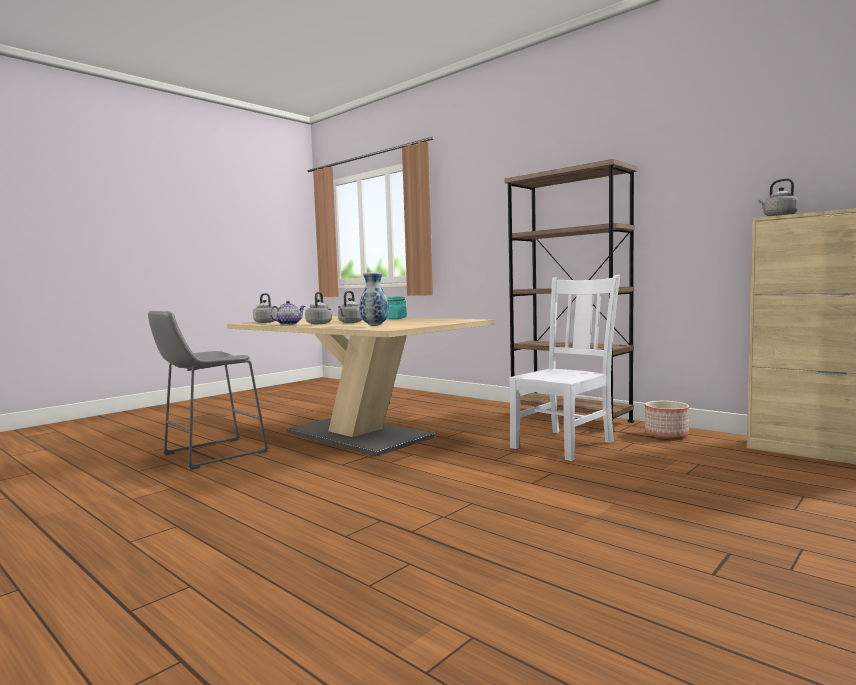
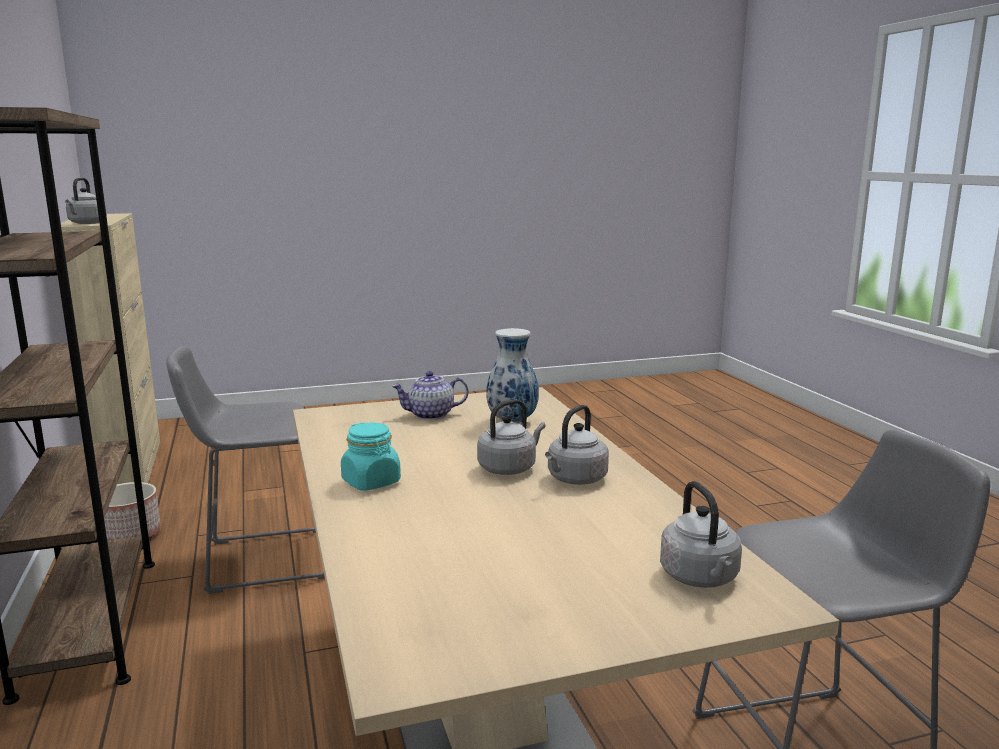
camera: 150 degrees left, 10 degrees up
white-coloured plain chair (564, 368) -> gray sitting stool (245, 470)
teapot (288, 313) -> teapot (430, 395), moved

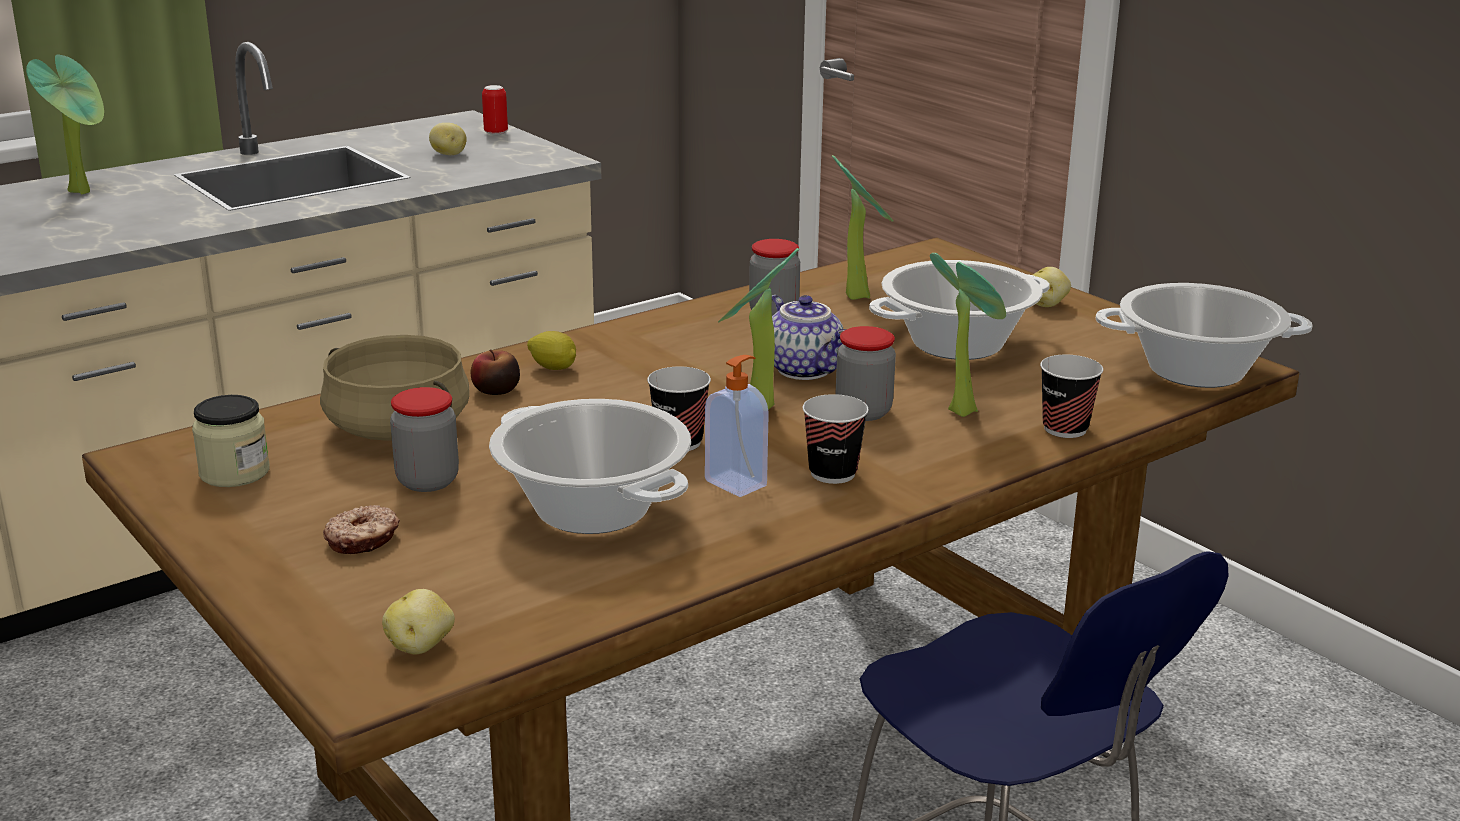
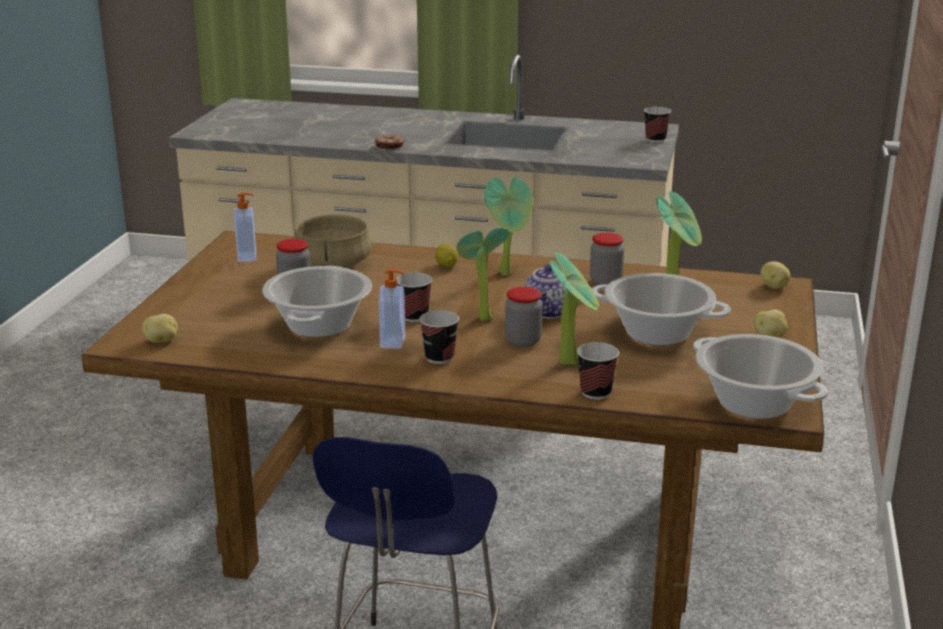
camera: 50 degrees right, 0 degrees up
jar (231, 441) -> soap bottle (245, 227)
ring doughnut (361, 529) -> ring doughnut (390, 142), moved
houseplant (65, 124) -> houseplant (508, 226), moved
can (495, 110) -> drinking cup (657, 125)
spud (448, 139) -> spud (775, 275), moved
apple fruit (495, 372) -> none

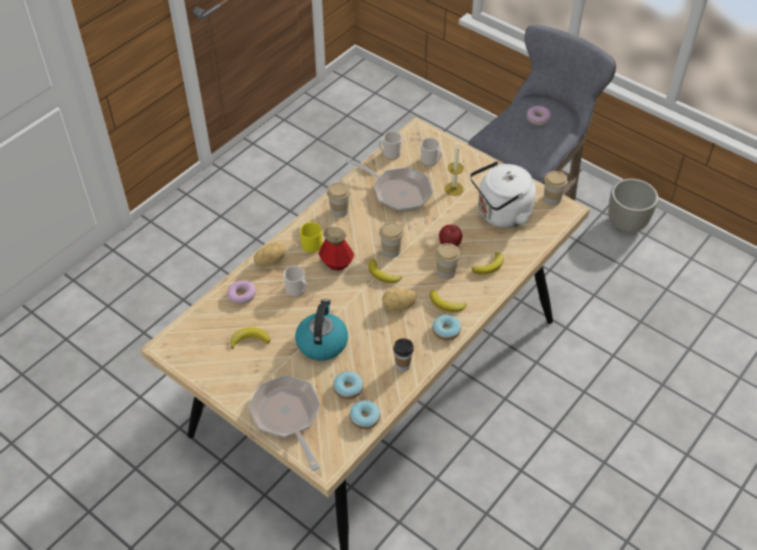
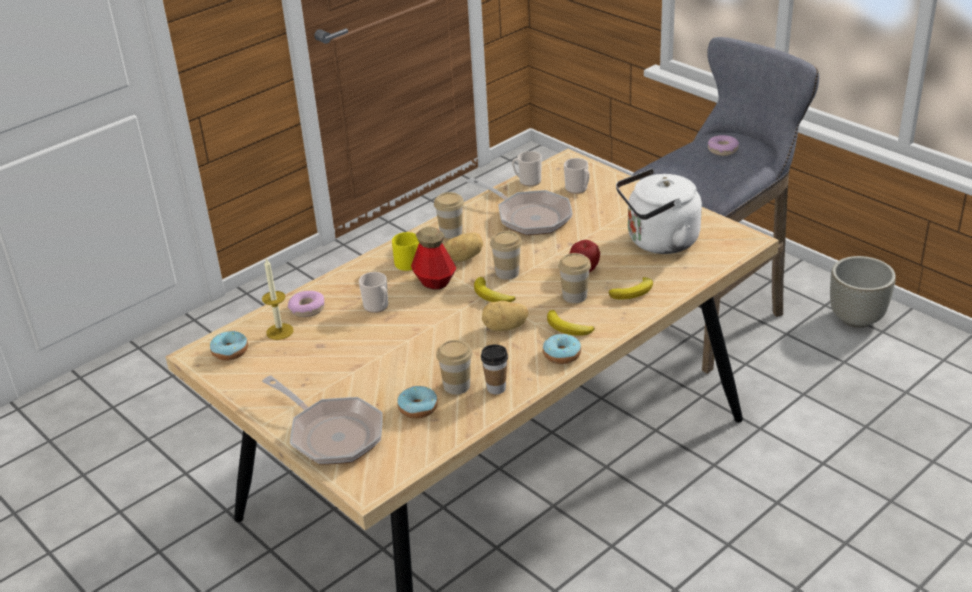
camera: 10 degrees right, 15 degrees down
ring doughnut (365, 414) -> ring doughnut (229, 346), moved
wax candle (454, 170) -> wax candle (278, 299), moved
skillet (284, 423) -> skillet (322, 420), 150 degrees clockwise
drinking cup (556, 188) -> drinking cup (454, 367), moved
spud (270, 254) -> spud (463, 247), moved
whole banana (250, 338) -> none
tea kettle (321, 330) -> none

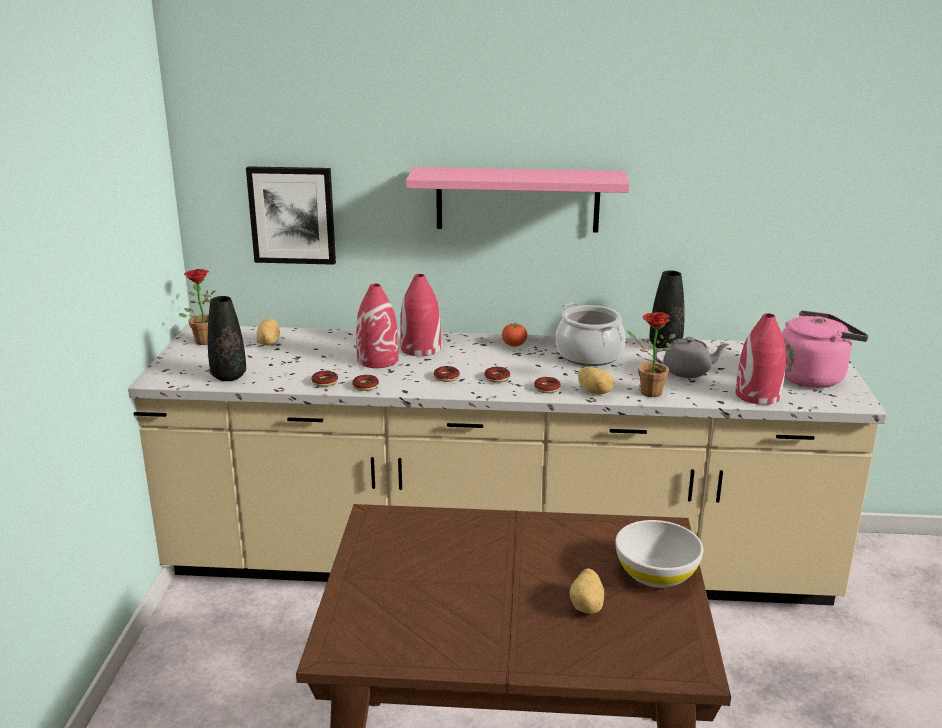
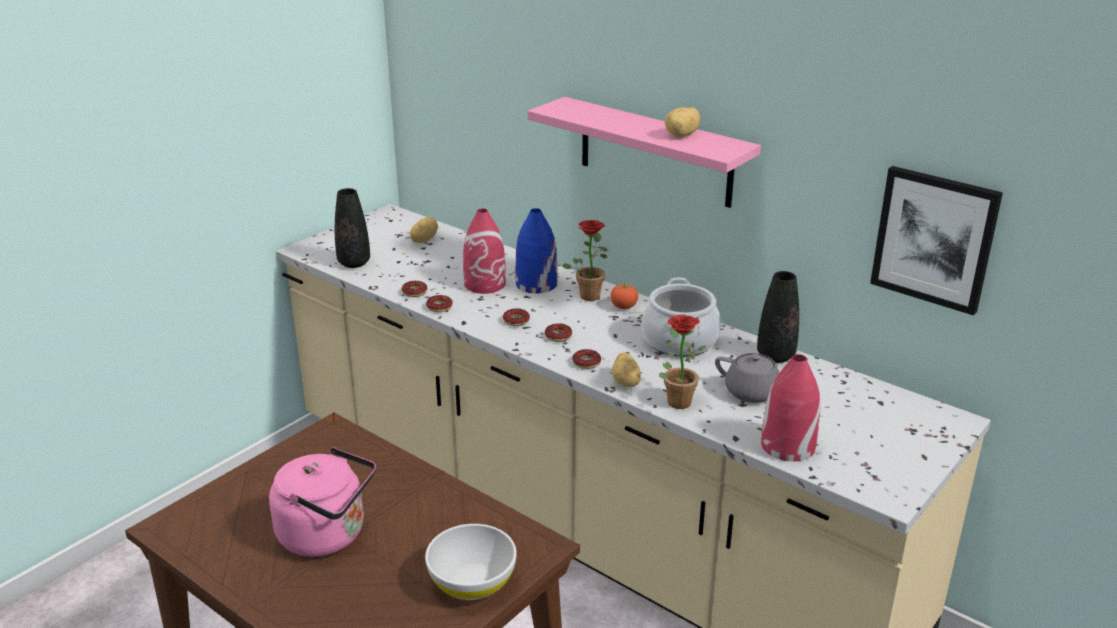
camera: 35 degrees right, 5 degrees up
pink-coloured tea kettle (825, 349) -> pink-coloured tea kettle (322, 502), moved
red-coloured vase (420, 315) -> blue-coloured vase (536, 250)
houseplant (197, 307) -> houseplant (585, 260), moved
spud (586, 591) -> spud (682, 122), moved
wall art (291, 215) -> wall art (936, 241), moved

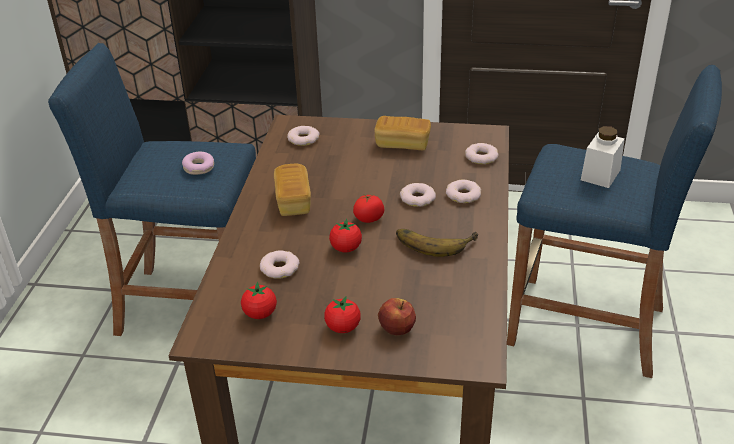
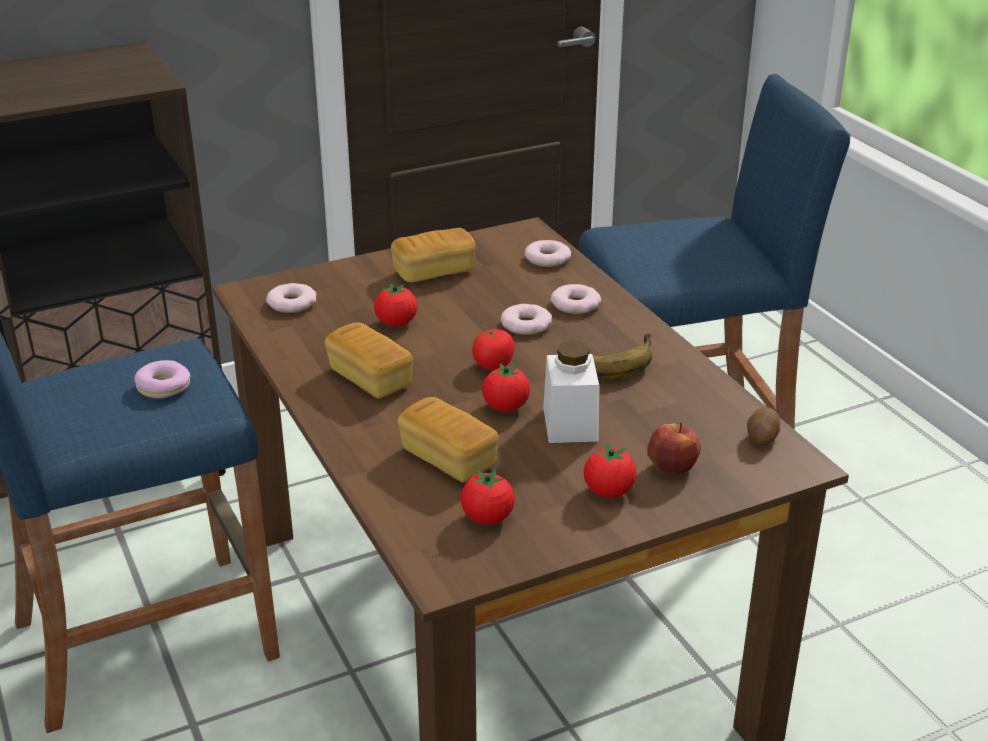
camera: 35 degrees left, 5 degrees down
none -> whole tomato (395, 304)
ring doughnut (280, 264) -> bread (447, 439)
white-coloured jar (603, 157) -> white-coloured jar (571, 392), moved
none -> spud (763, 426)

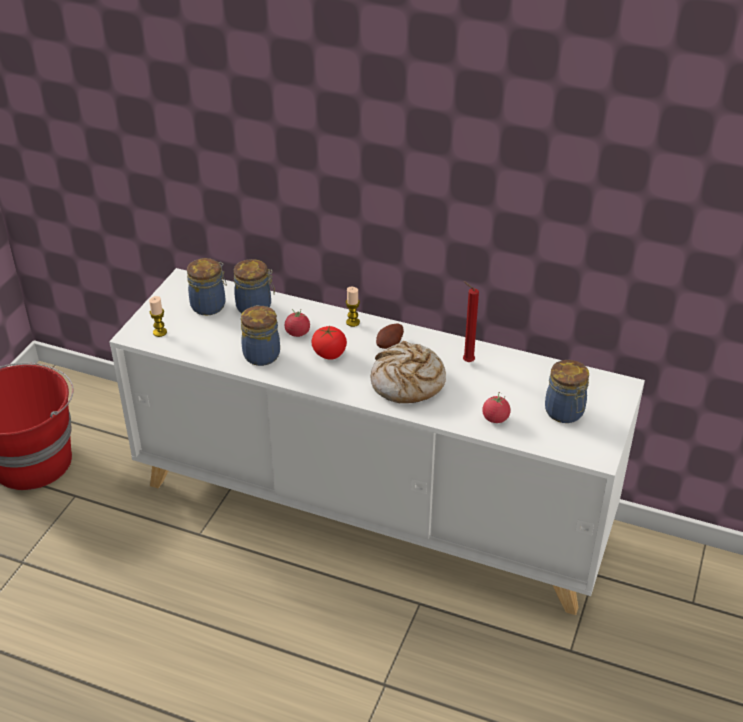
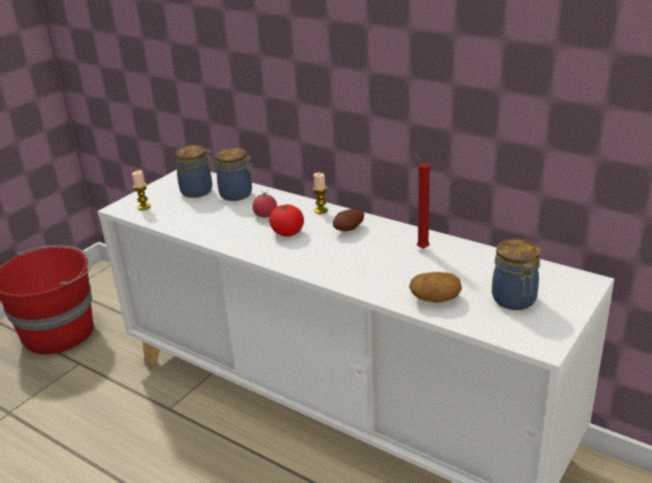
camera: 15 degrees right, 10 degrees down
whole tomato (496, 407) -> spud (435, 287)
jar (260, 335) -> none
bread (408, 372) -> none

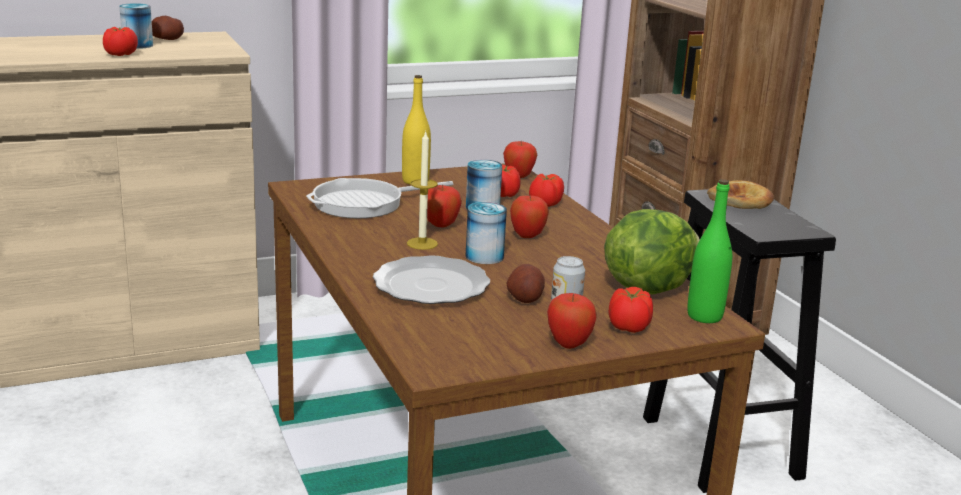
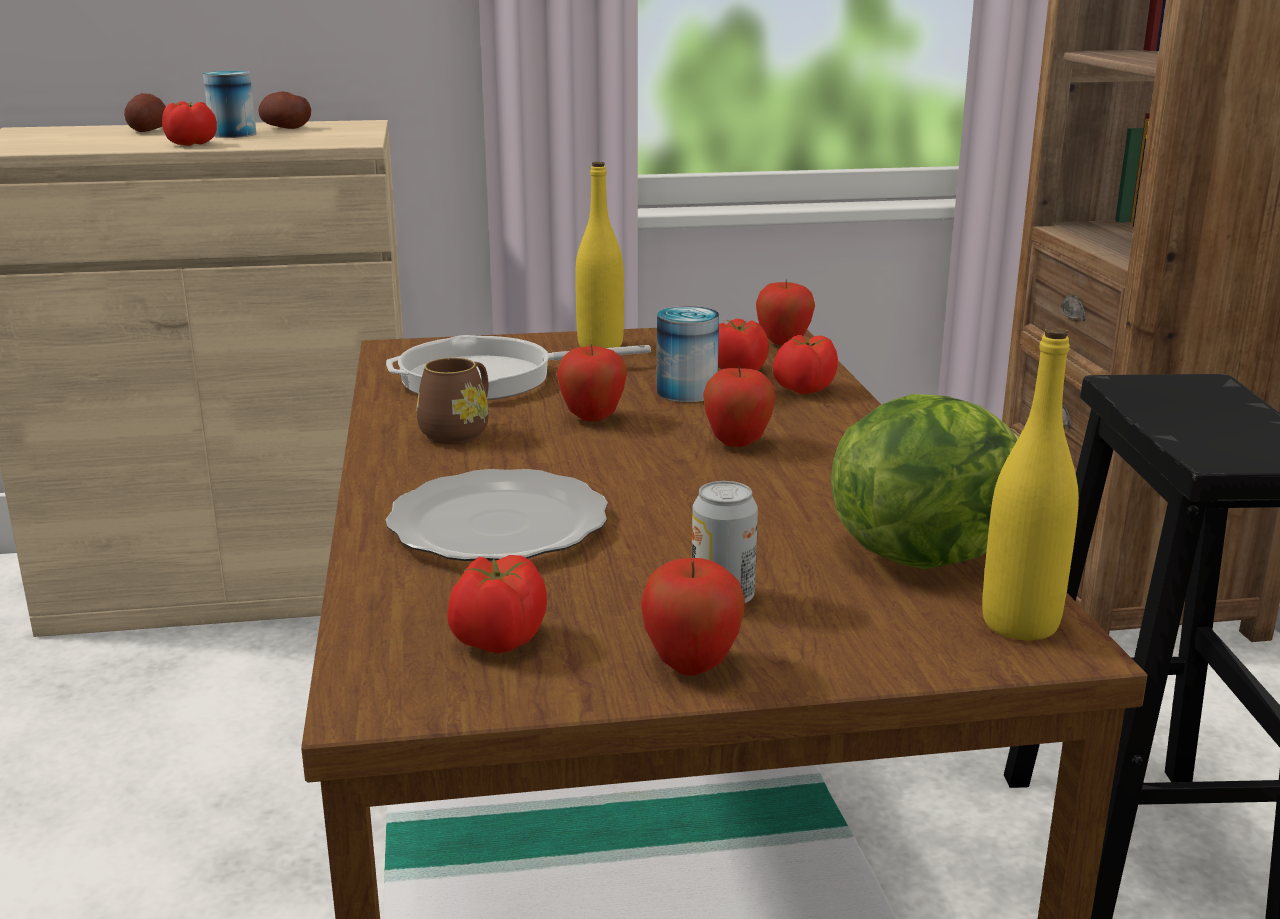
camera: 15 degrees right, 0 degrees up
spud (526, 283) -> spud (145, 112), moved
none -> brown mug (452, 401)
whole tomato (631, 310) -> whole tomato (497, 604), moved
greenish drink bottle (709, 251) -> yellow-coloured drink bottle (1030, 483)
wax candle (422, 190) -> none
can (486, 233) -> none
bread (740, 194) -> none

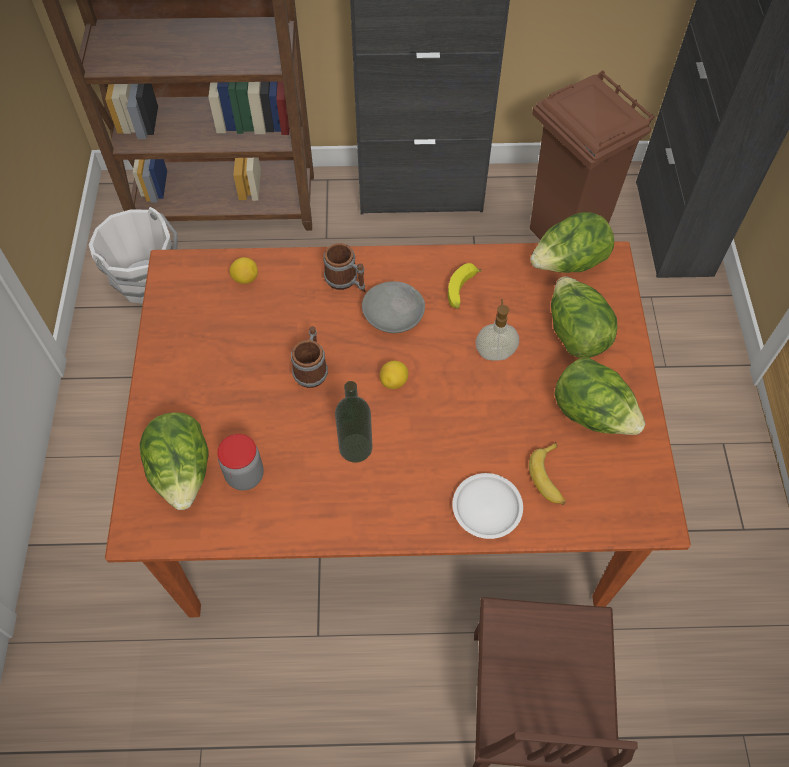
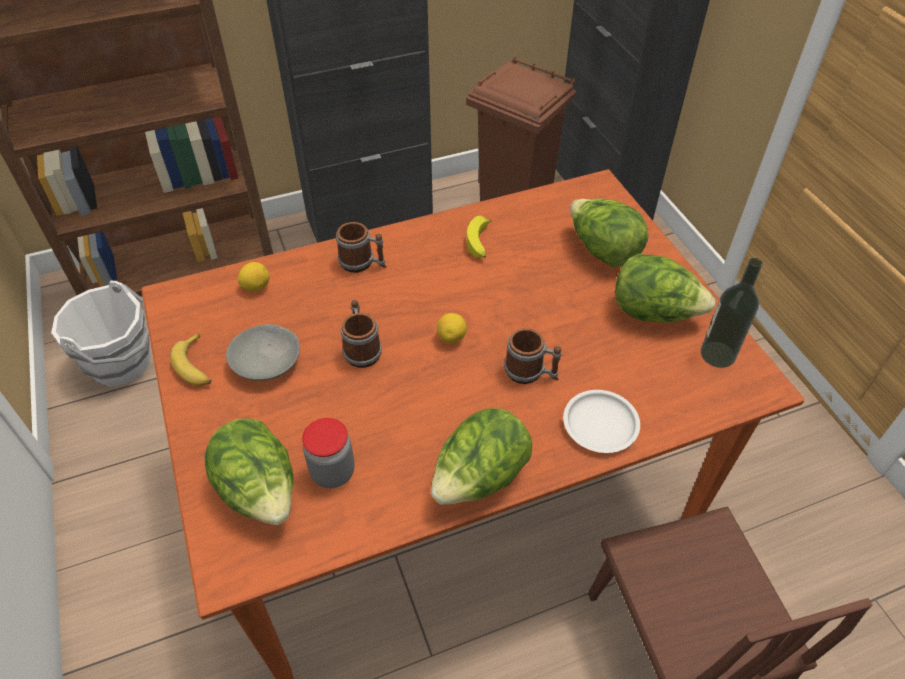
camera: 20 degrees left, 10 degrees down
whole banana (547, 473) -> whole banana (190, 359), moved
gray bowl (393, 307) -> gray bowl (263, 352), moved
head of lettuce (572, 242) -> head of lettuce (481, 456), moved
none -> mug (533, 356)
drink bottle (353, 422) -> drink bottle (732, 313), moved
soap bottle (497, 329) -> none

